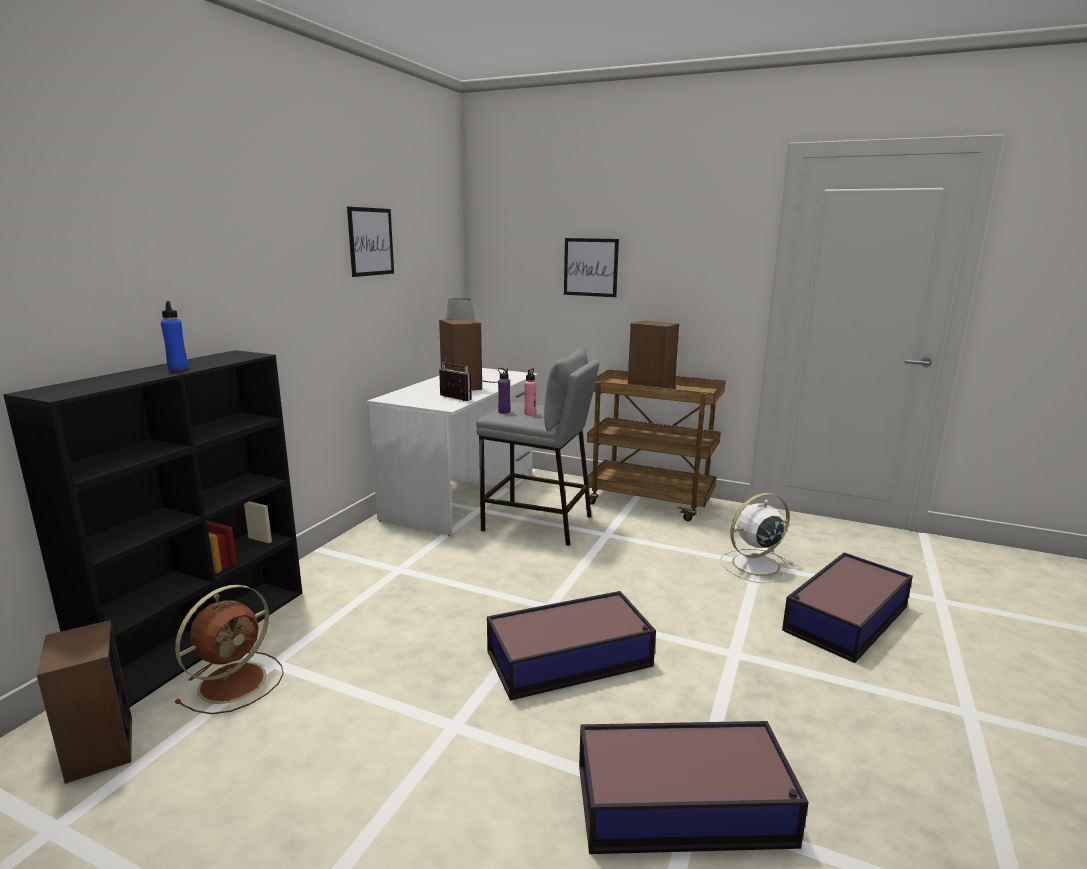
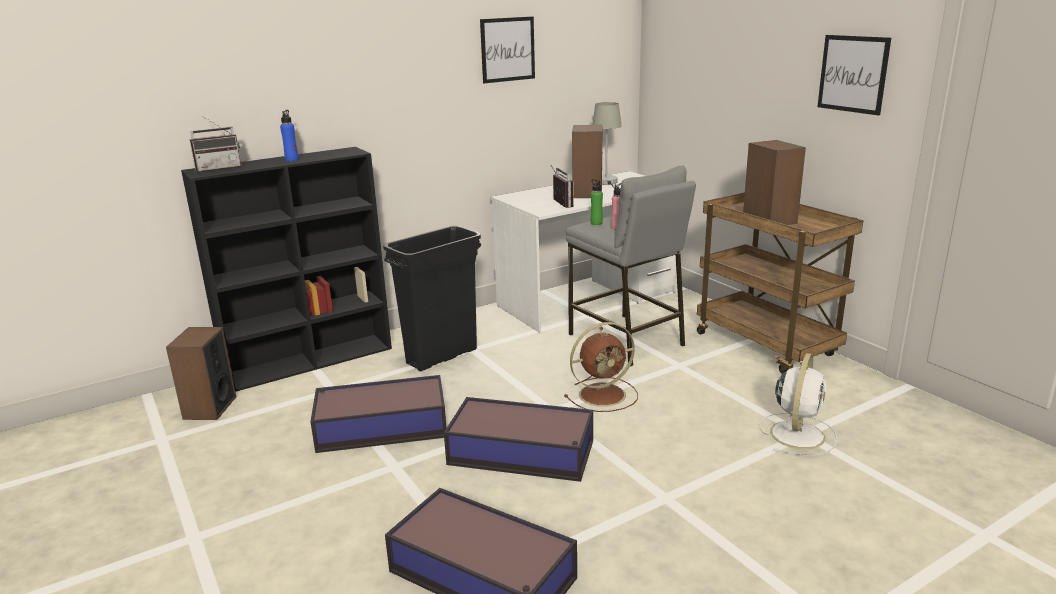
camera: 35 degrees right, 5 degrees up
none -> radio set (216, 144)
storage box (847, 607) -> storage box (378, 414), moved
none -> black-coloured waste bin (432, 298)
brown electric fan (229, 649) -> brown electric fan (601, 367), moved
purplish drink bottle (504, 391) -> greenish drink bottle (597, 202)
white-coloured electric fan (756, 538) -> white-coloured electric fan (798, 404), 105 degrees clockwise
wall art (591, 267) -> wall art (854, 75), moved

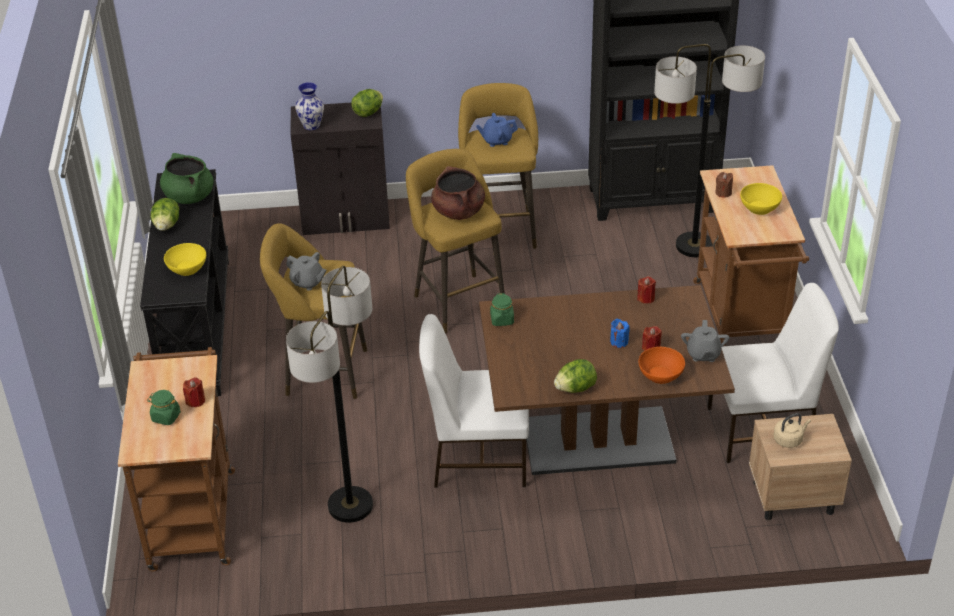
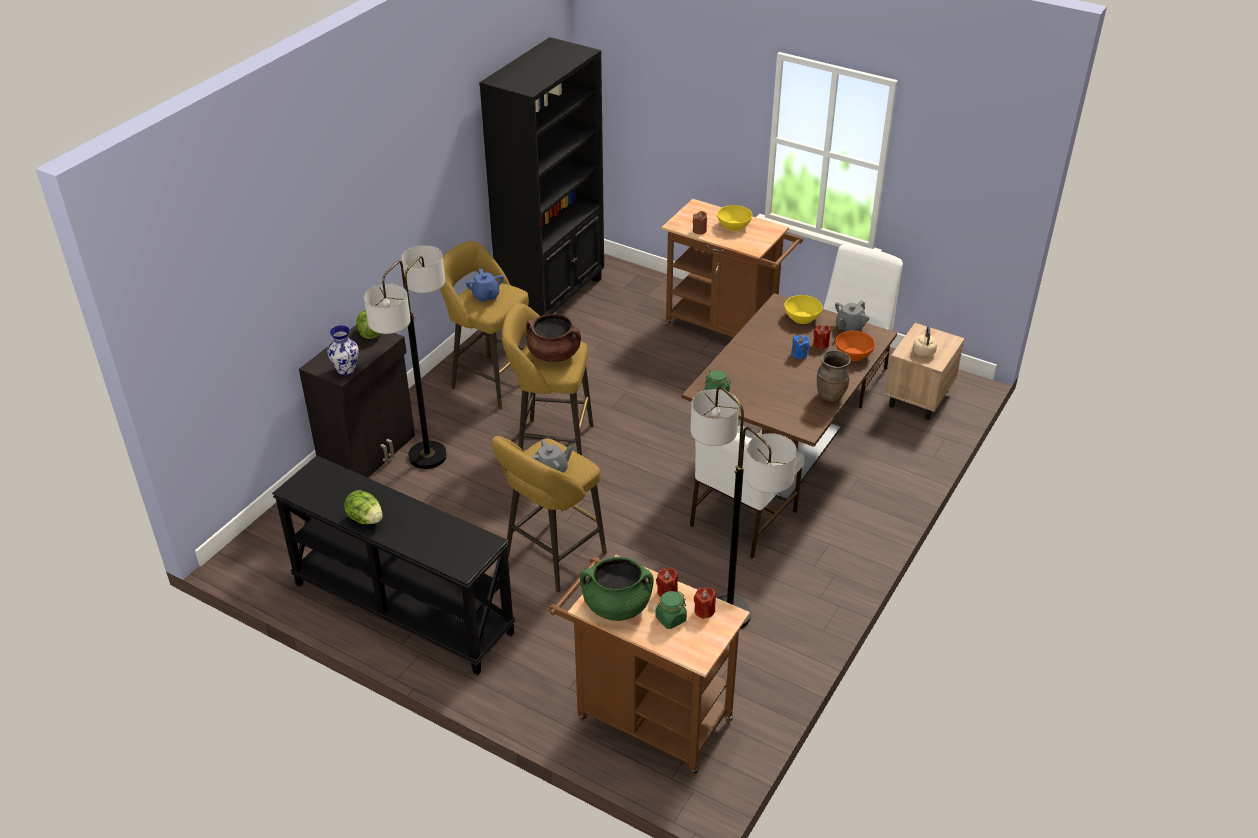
camera: 55 degrees left, 0 degrees up
standing lamp (709, 150) -> standing lamp (405, 357), moved
blue-coloured teapot (497, 130) -> blue-coloured teapot (485, 285), 45 degrees counterclockwise
greenish stockpot (187, 178) -> greenish stockpot (617, 589), moved
red-coloured wax candle (646, 290) -> red-coloured wax candle (705, 603), moved
yellow-coloured bowl (185, 259) -> yellow-coloured bowl (803, 309), moved
head of lettuce (575, 376) -> brown vase (834, 376)
gray teapot (705, 341) -> gray teapot (852, 316), 90 degrees clockwise

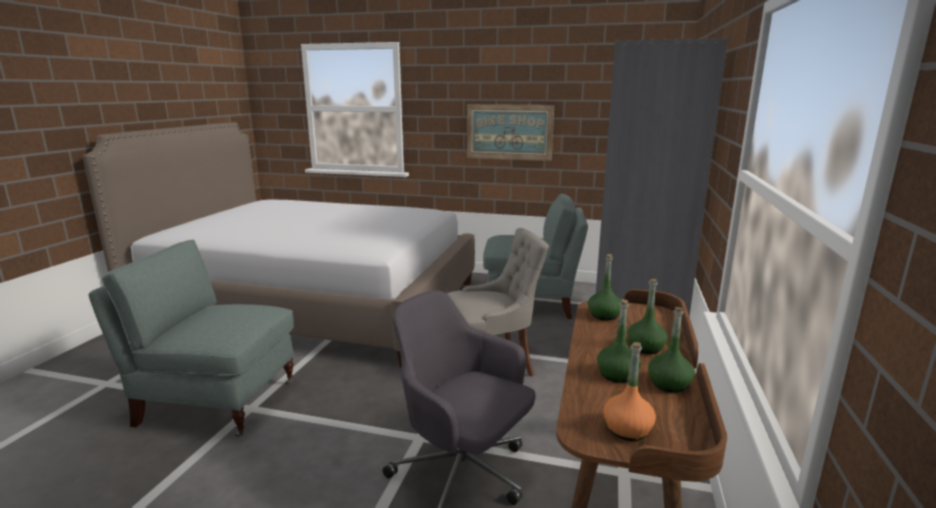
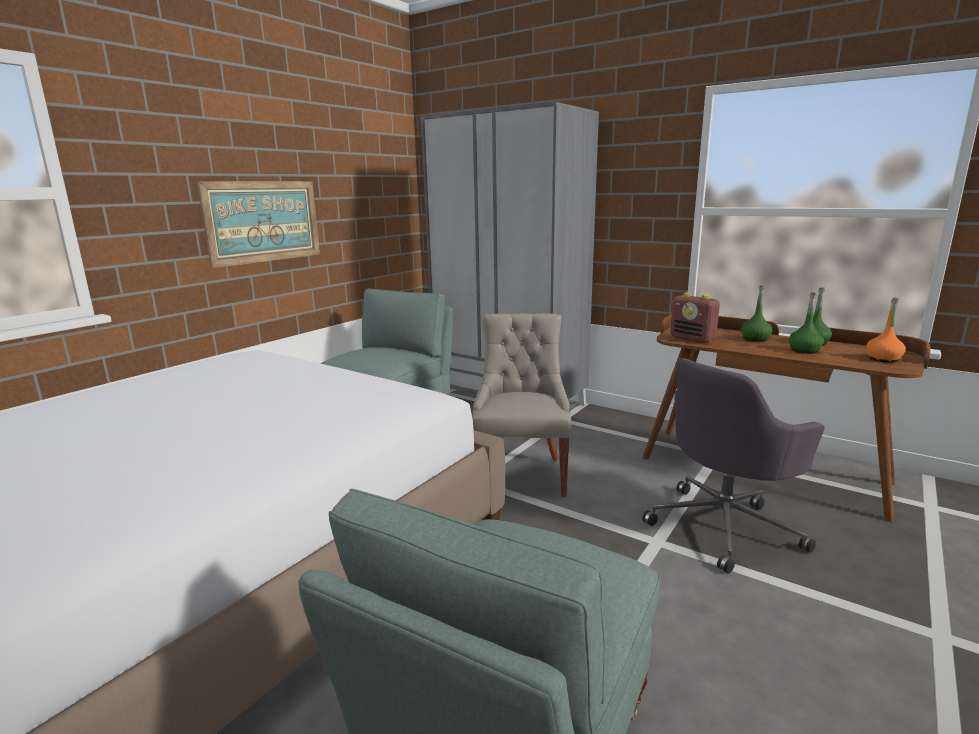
camera: 70 degrees left, 0 degrees up
greenish drink bottle (604, 287) -> radio set (695, 318)

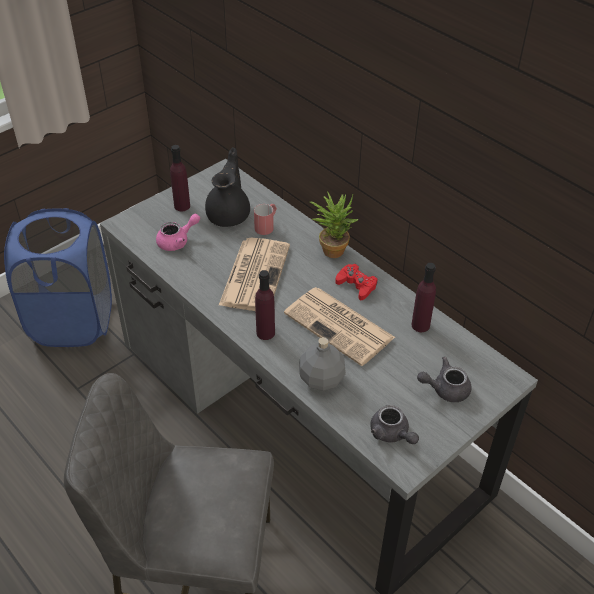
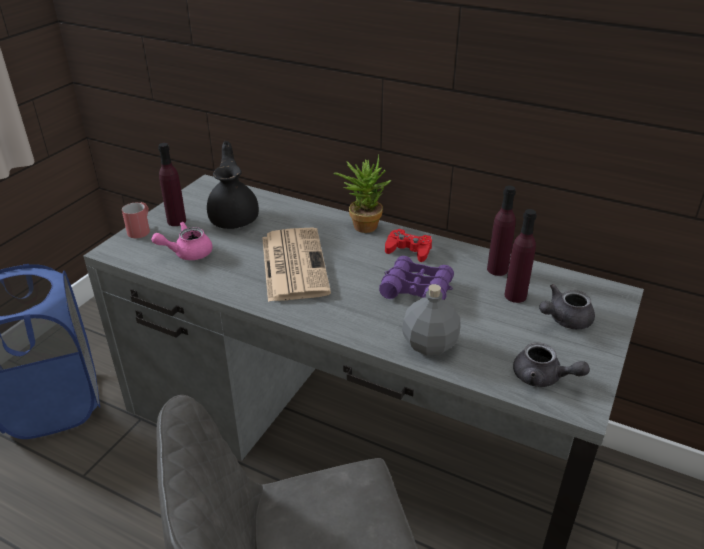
camera: 20 degrees left, 10 degrees down
red-coloured mug (265, 219) -> red-coloured mug (136, 220), moved
pink-coloured teapot (178, 232) -> pink-coloured teapot (182, 241), 150 degrees counterclockwise
newspaper (339, 326) -> purplish field glasses (416, 278)
purplish drink bottle (265, 305) -> purplish drink bottle (521, 256), moved

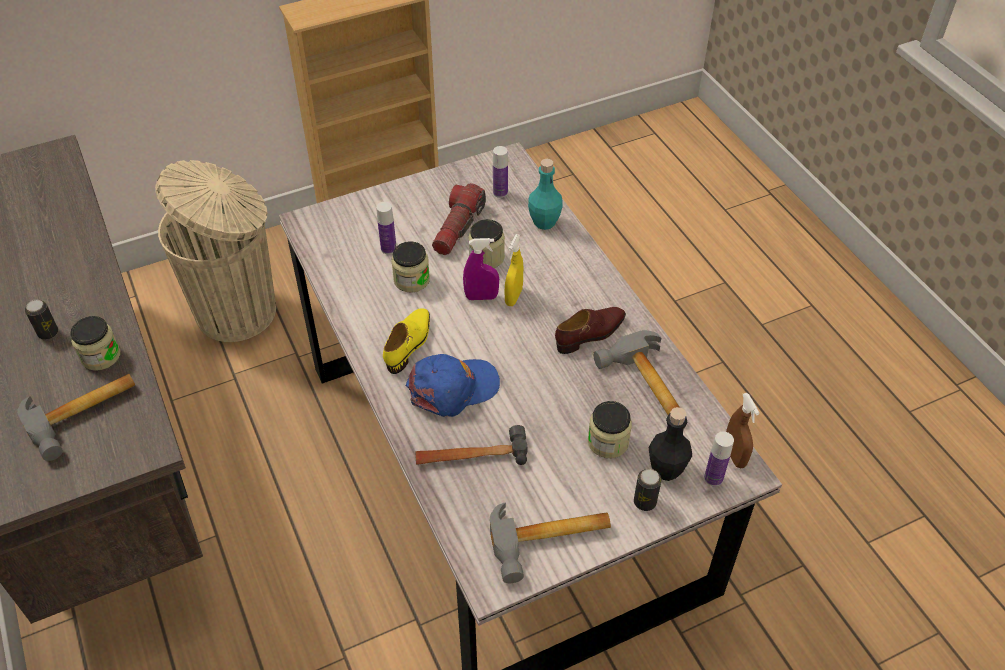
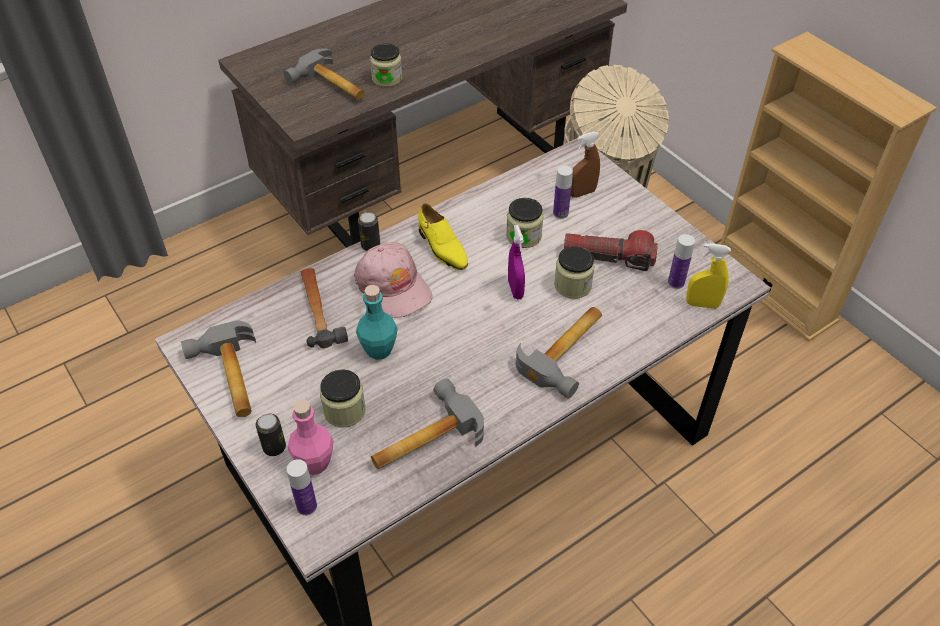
camera: 80 degrees right, 0 degrees up
black-coloured drink bottle (670, 444) -> pink-coloured drink bottle (311, 437)
blue-coloured peaked cap (453, 385) -> pink-coloured peaked cap (393, 280)
turquoise drink bottle (545, 194) -> turquoise drink bottle (377, 322), moved
can (41, 320) -> can (369, 231), moved
yellow-coloured shoe (406, 341) -> yellow-coloured shoe (443, 236), 45 degrees clockwise
none -> hand hammer (559, 353)
brown sprayer (743, 430) -> brown sprayer (585, 164), moved
yellow-coloured sprayer (514, 270) -> yellow-coloured sprayer (708, 276), moved
brown shoe (590, 330) -> none

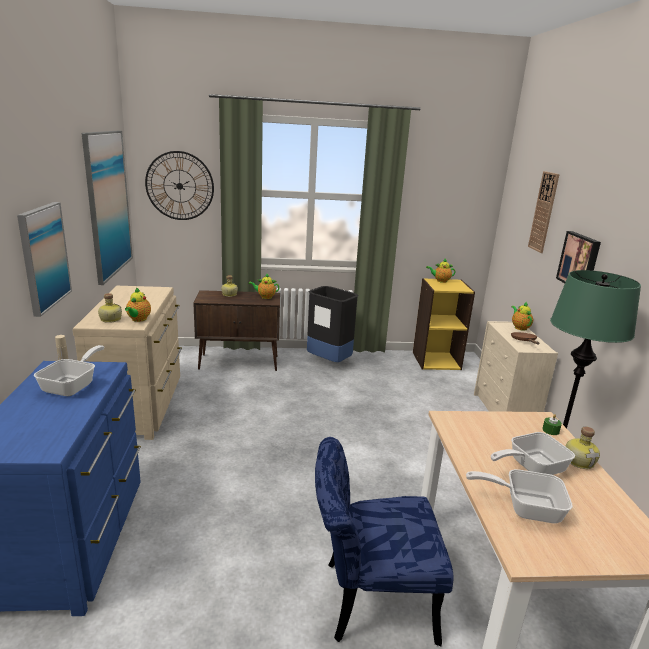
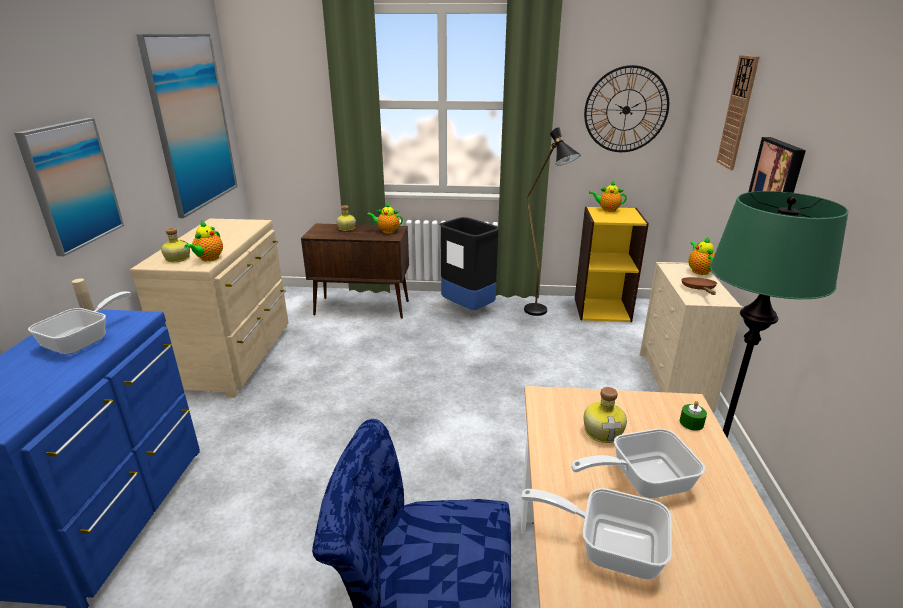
camera: 10 degrees right, 5 degrees up
none -> black-coloured standing lamp (552, 221)
wall clock (179, 185) -> wall clock (626, 108), moved
drink bottle (582, 448) -> drink bottle (605, 415), moved

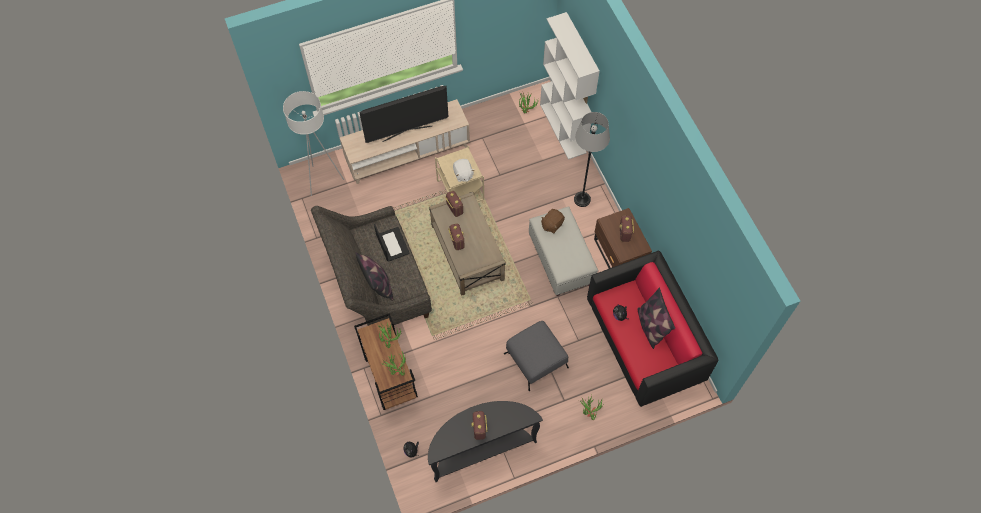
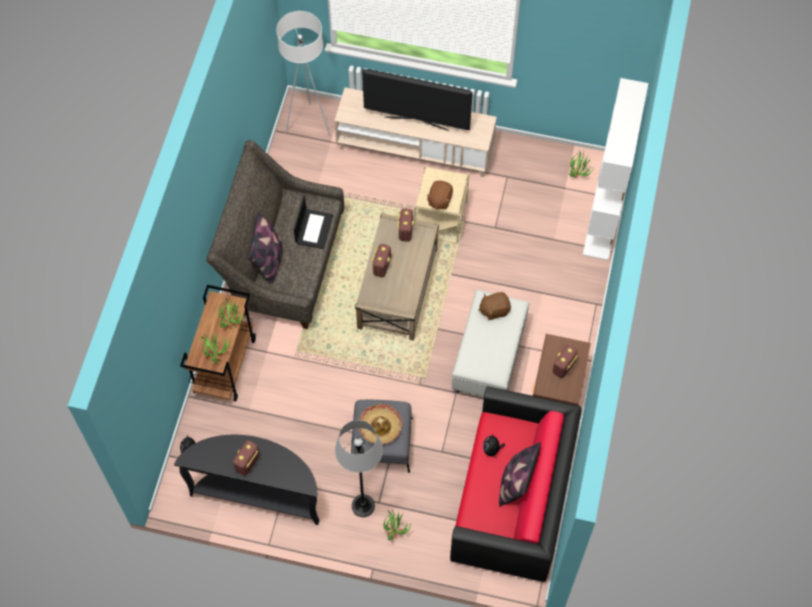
camera: 35 degrees right, 0 degrees up
gray standing lamp (592, 159) -> gray standing lamp (359, 468), moved
none -> clothing hat (380, 424)
white-coloured plush toy (463, 170) -> brown plush toy (439, 195)

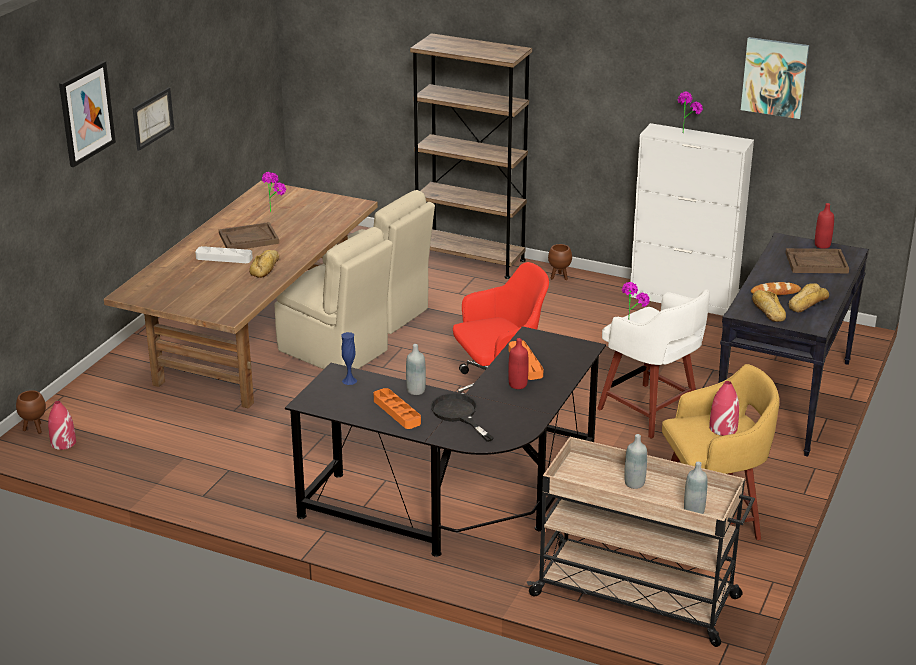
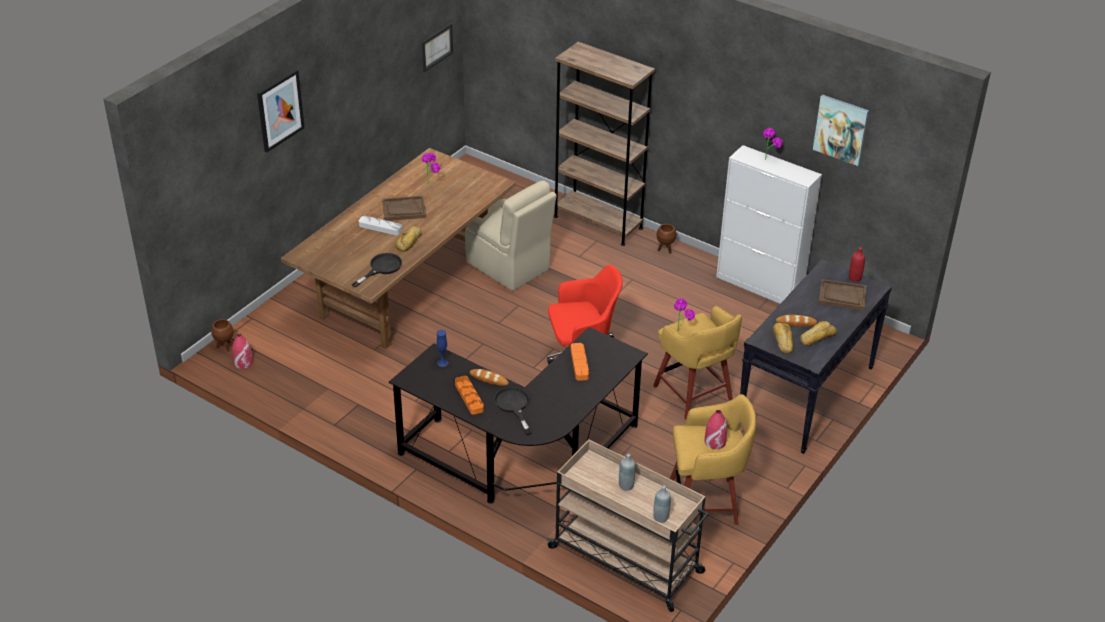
camera: 10 degrees right, 10 degrees up
none -> black-coloured skillet (376, 270)
wall art (153, 119) -> wall art (437, 48), moved
gray drink bottle (416, 369) -> bread (489, 377)
white-coloured sitting stool (653, 364) -> yellow-coloured sitting stool (697, 362)
beige plain chair (334, 298) -> none
red-coloured drink bottle (518, 363) -> none

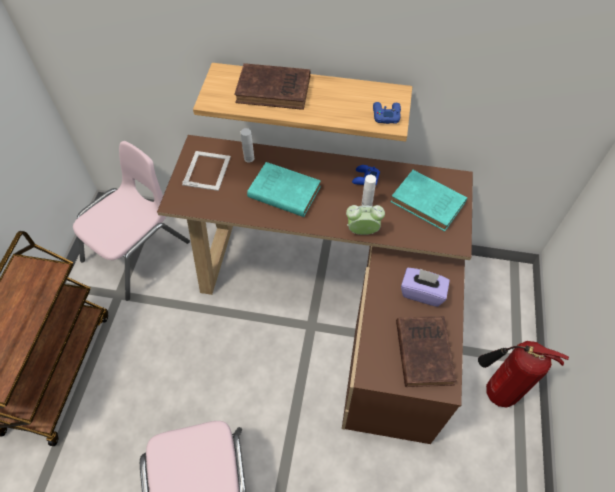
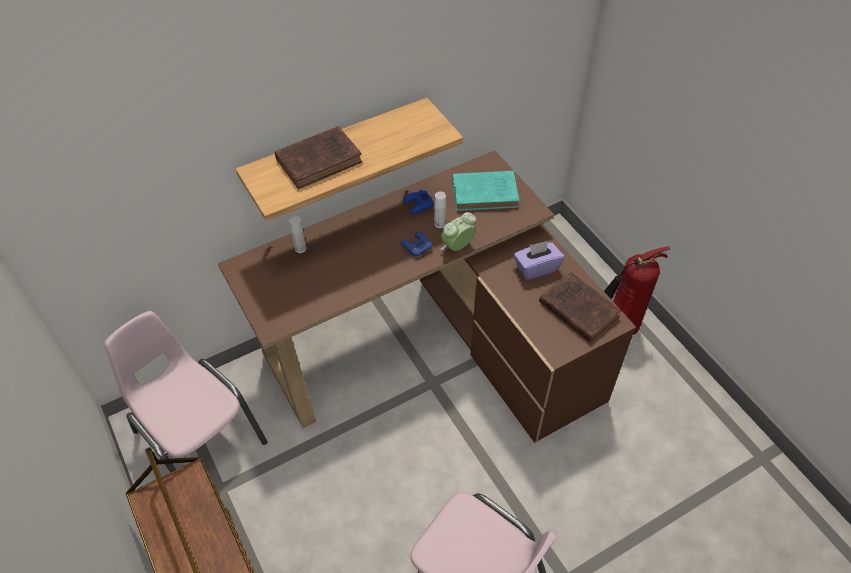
camera: 40 degrees left, 5 degrees down
pink-coloured plain chair (131, 221) -> pink-coloured plain chair (185, 392), 45 degrees counterclockwise
blue-coloured gamepad (387, 113) -> blue-coloured gamepad (416, 244), moved
standing frame (206, 171) -> none
turquoise volume (284, 189) -> none

